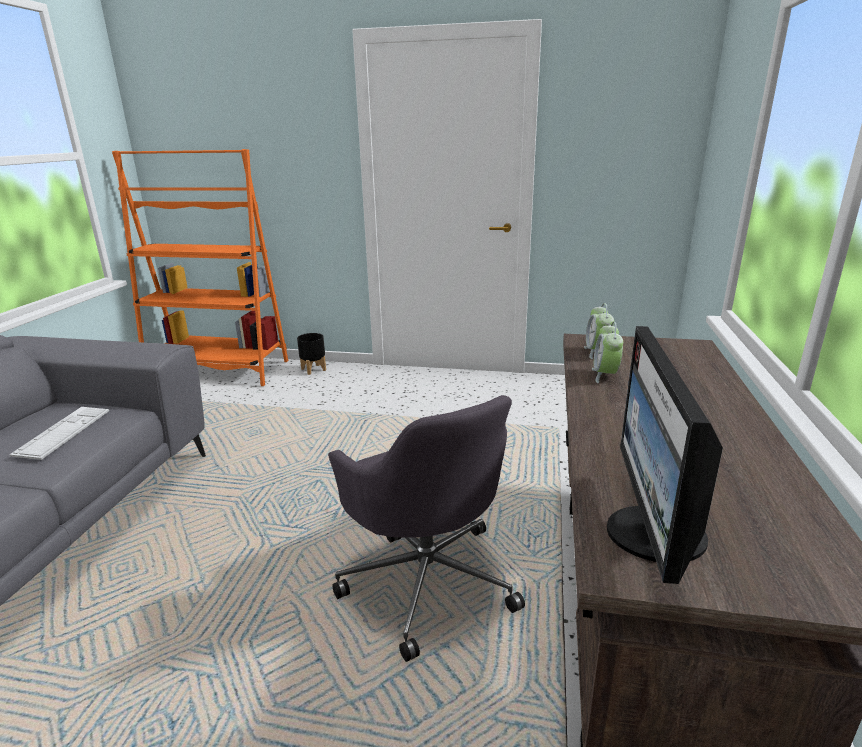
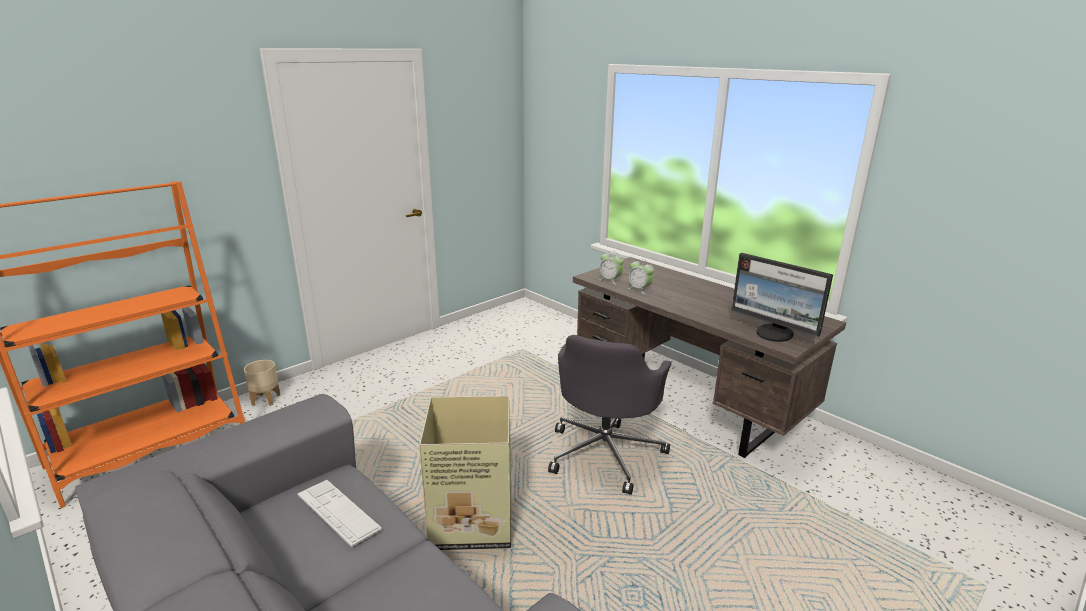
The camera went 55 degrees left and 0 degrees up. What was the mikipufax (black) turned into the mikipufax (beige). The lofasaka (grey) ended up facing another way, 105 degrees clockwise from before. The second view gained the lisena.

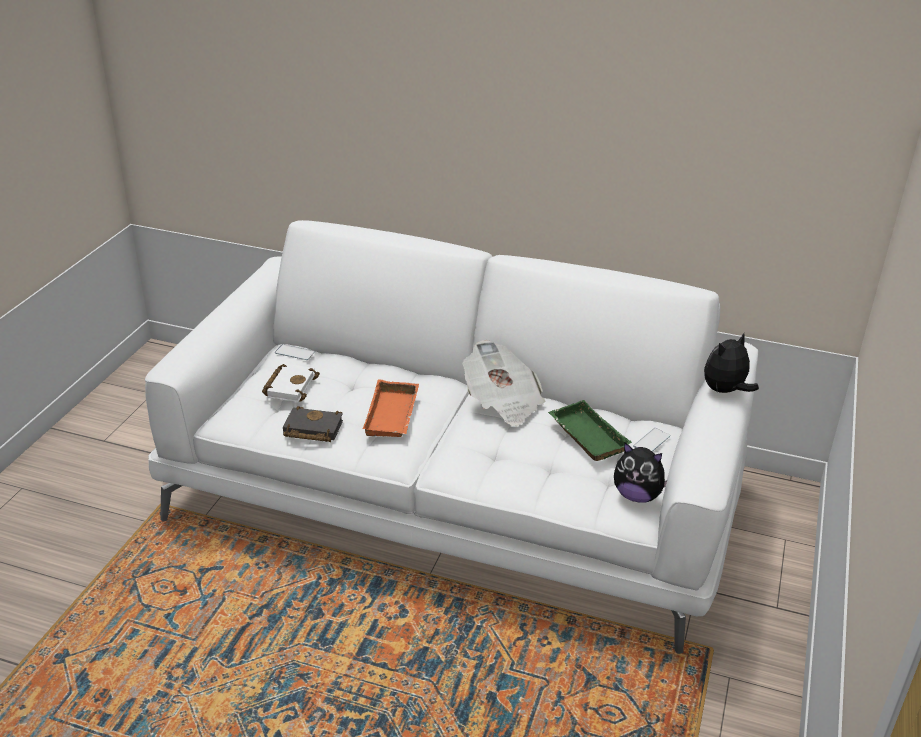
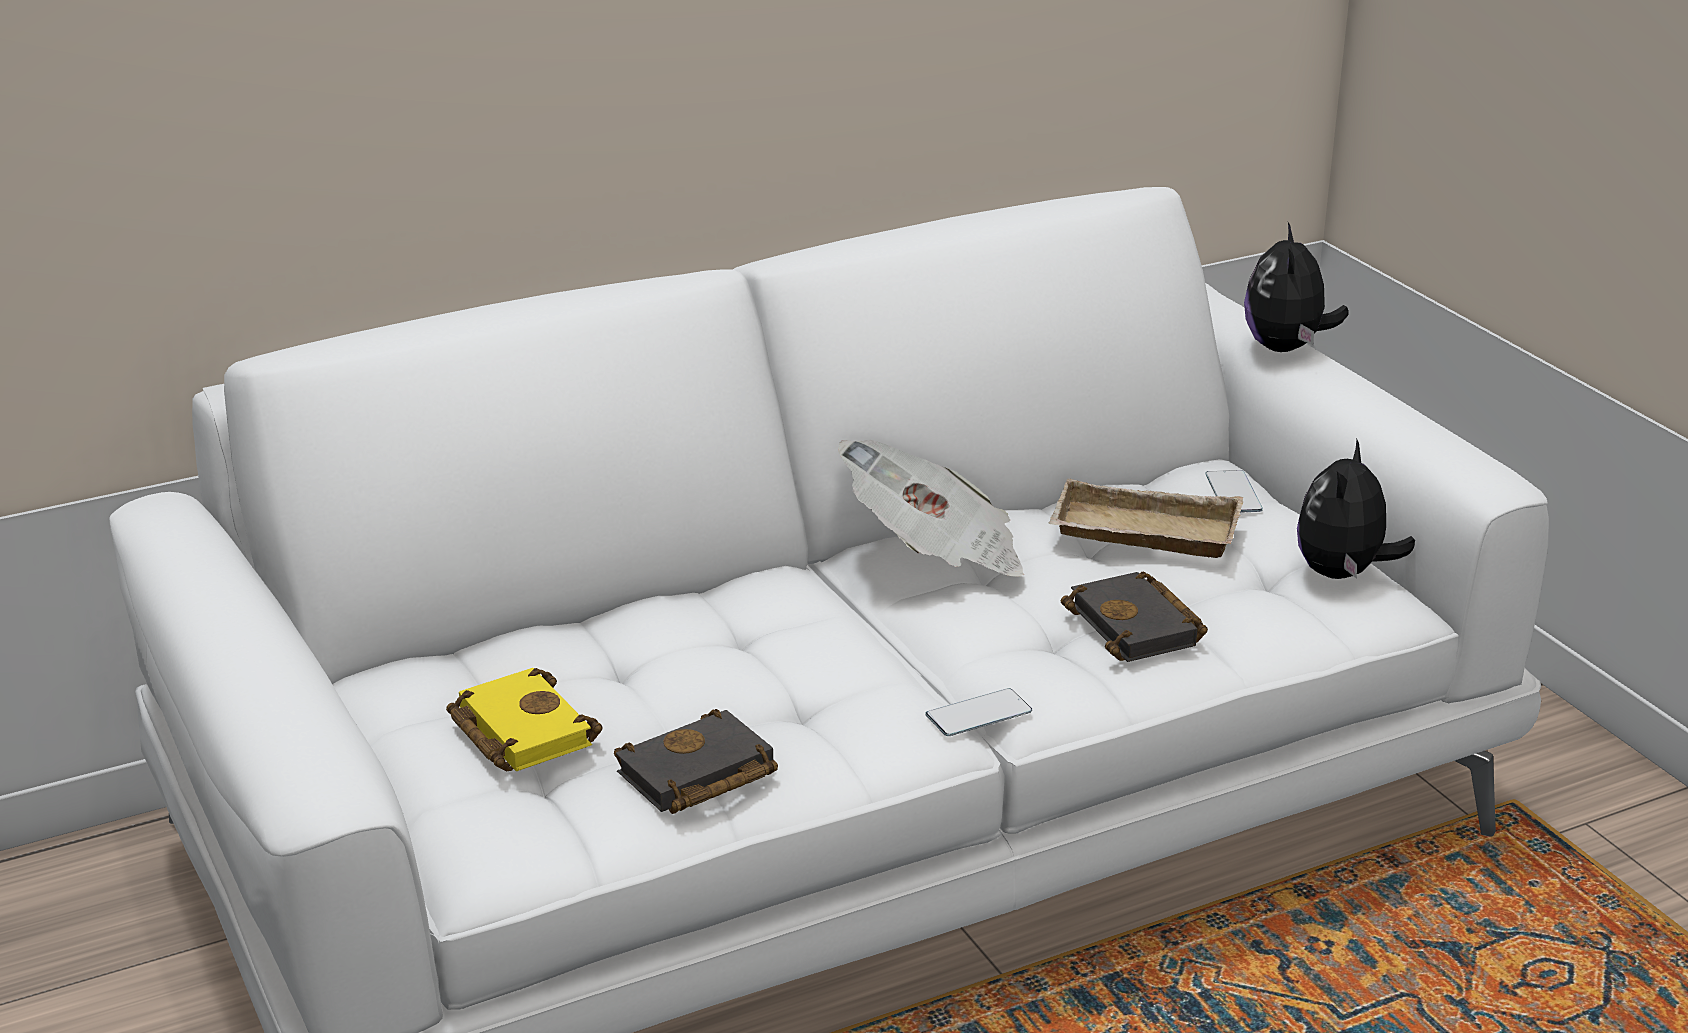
The camera went 45 degrees left and 5 degrees down. What was the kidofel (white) turned into the kidofel (yellow). The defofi (1st from left) ended up elsewhere. The second view lost the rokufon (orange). What was the rokufon (green) turned into the rokufon (beige). The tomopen (1st from left in the first image) ended up facing another way, 135 degrees clockwise from before. The second view gained the kidofel (black) (2nd from left).

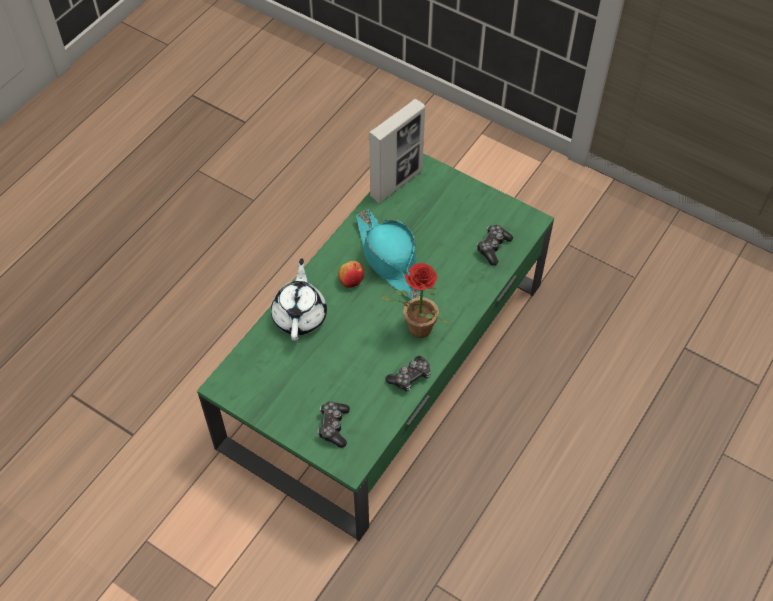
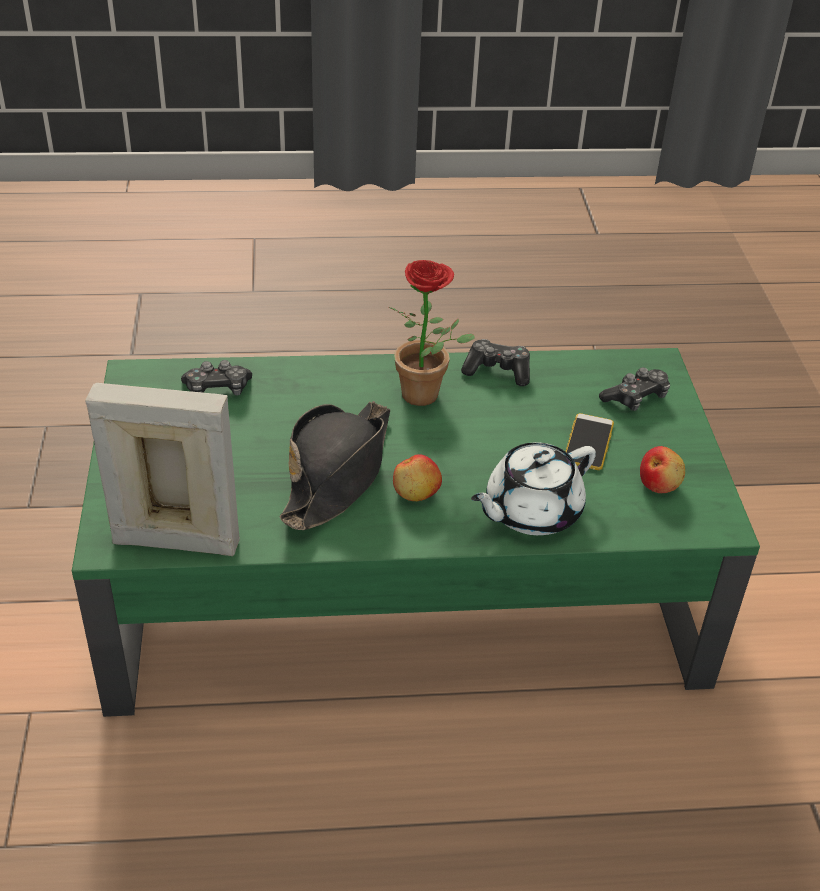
The camera went 130 degrees left and 15 degrees down. What was the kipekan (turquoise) turned into the kipekan (black). The second view gained the defofi. The second view gained the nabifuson (2nd from left).

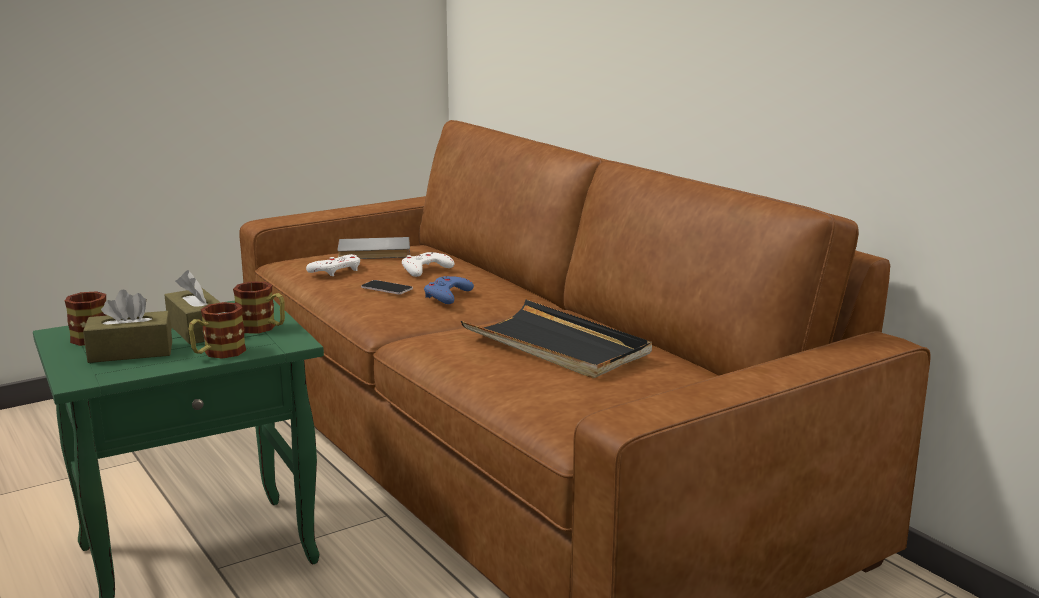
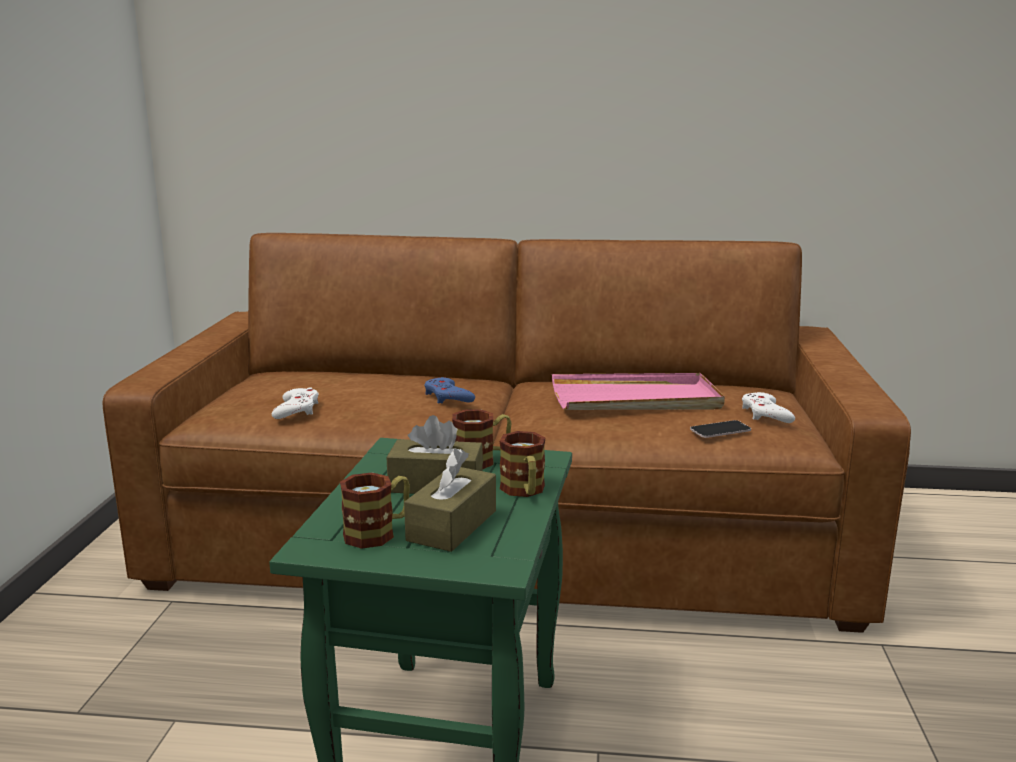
The camera went 50 degrees left and 0 degrees up. The second view lost the kidofel (grey). The defofi ended up elsewhere. The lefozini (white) (2nd from left) ended up elsewhere. What was the rokufon (black) turned into the rokufon (pink).

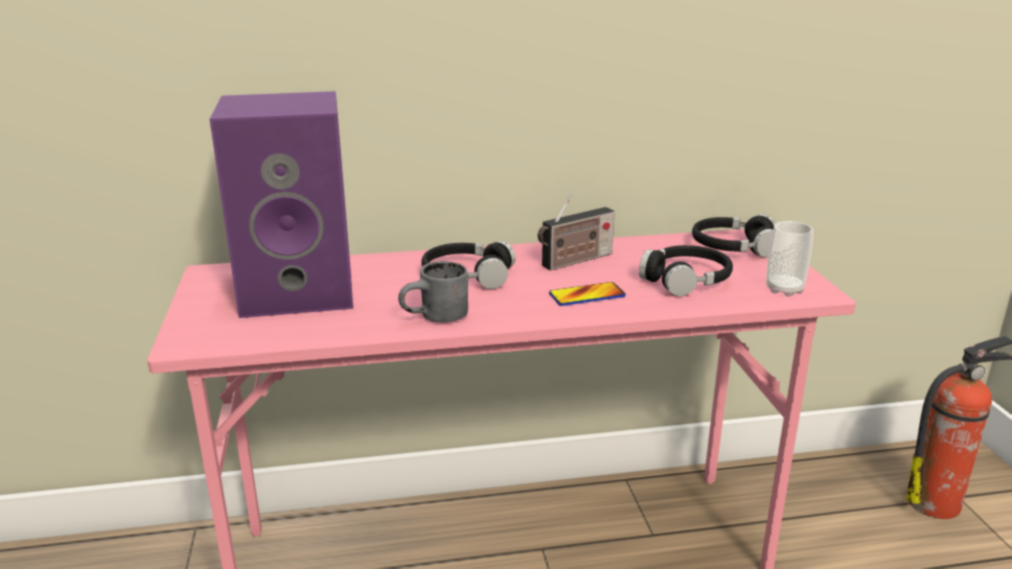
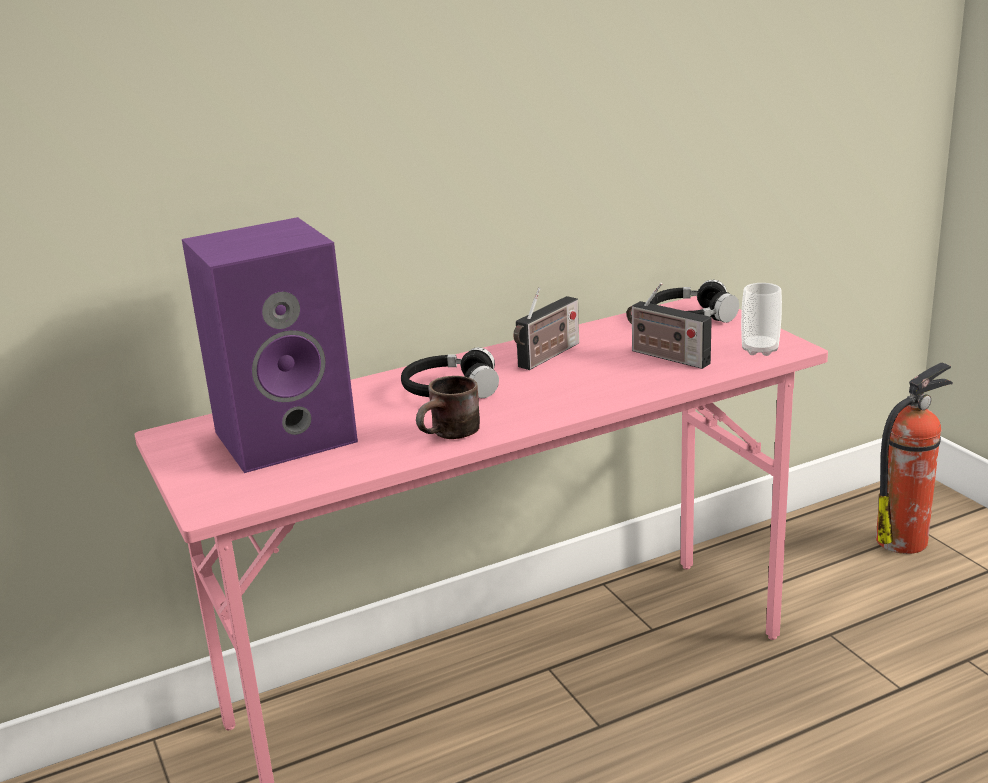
The camera went 15 degrees left and 0 degrees up. What was the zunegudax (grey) turned into the zunegudax (brown). The second view lost the defofi. Where the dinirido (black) (2nd from left) stood, the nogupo (2nd from left) came to stand.

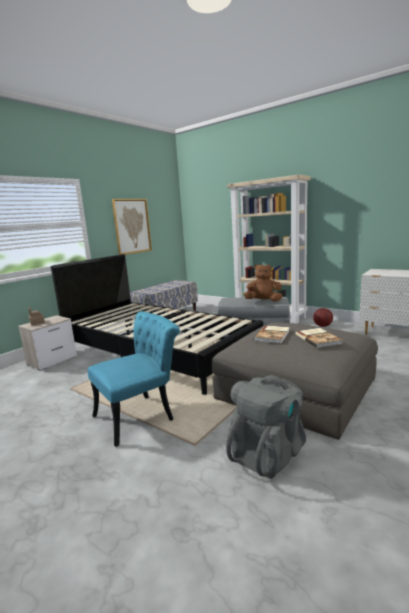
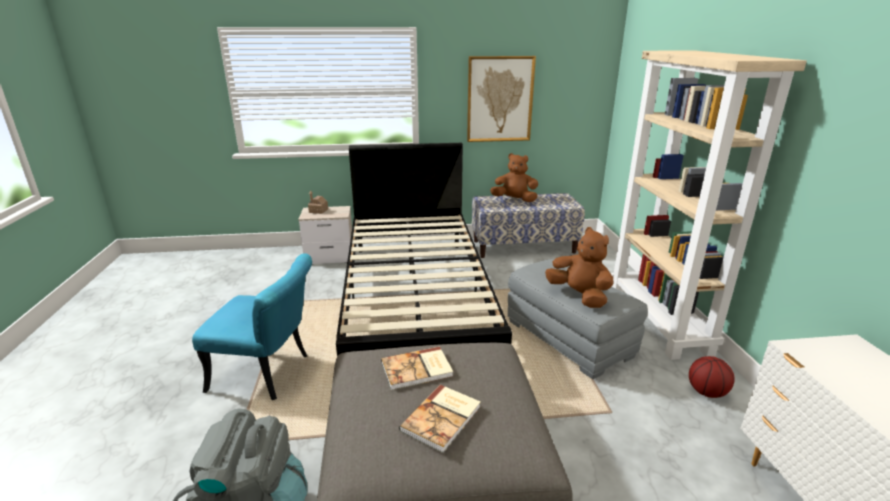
The camera went 45 degrees right and 10 degrees up. The second view gained the tomopen (brown) (1st from left).

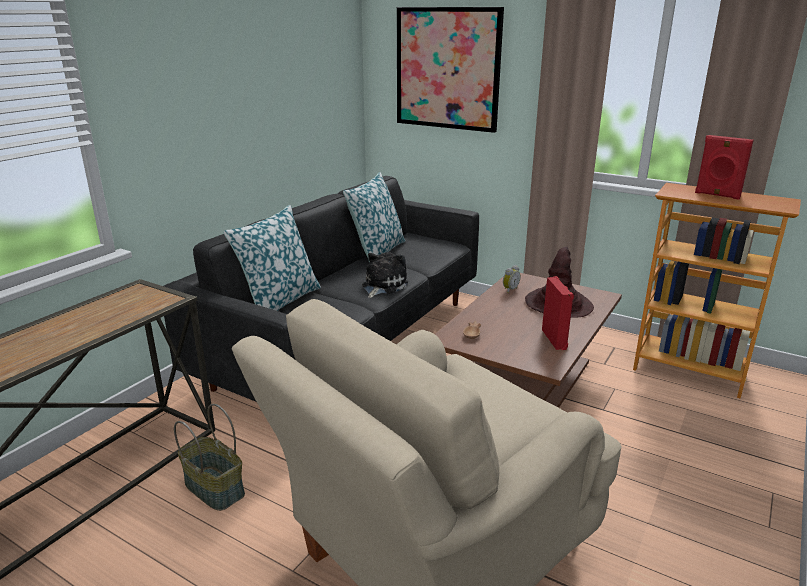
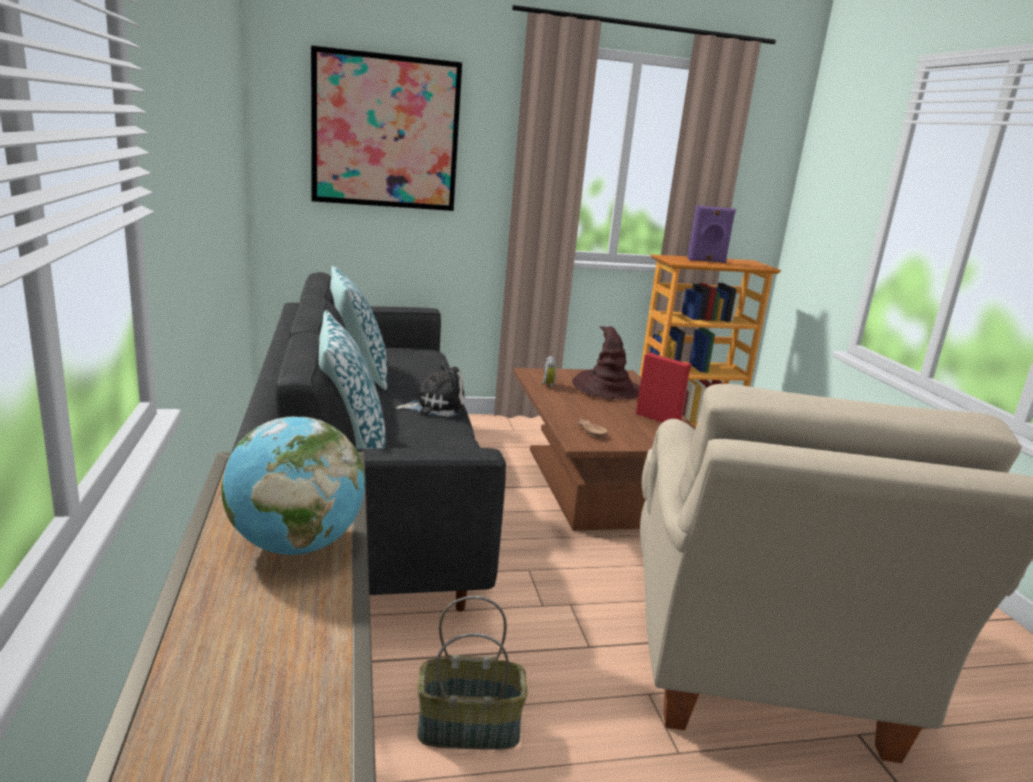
The camera went 45 degrees left and 5 degrees down. The tomopen ended up facing another way, 90 degrees clockwise from before. What was the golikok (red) (2nd from left) turned into the golikok (purple). The second view gained the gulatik.

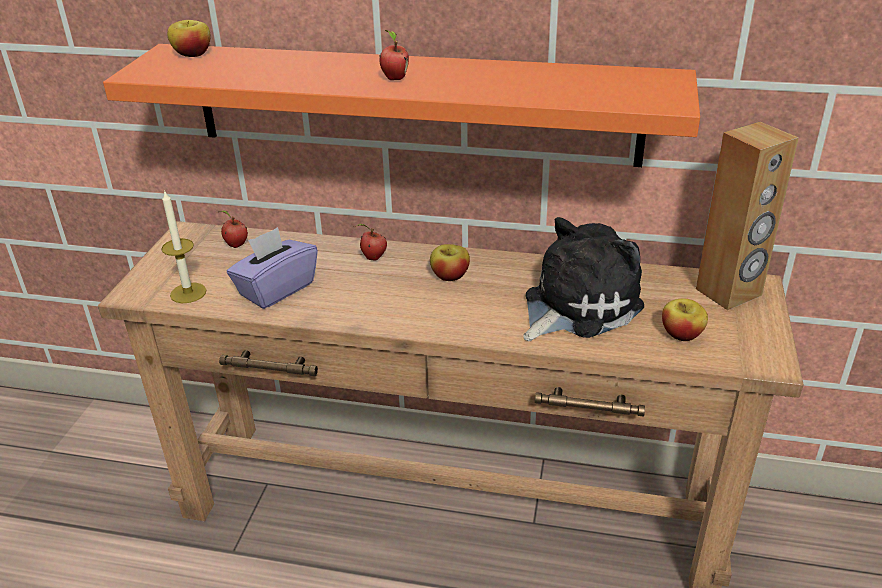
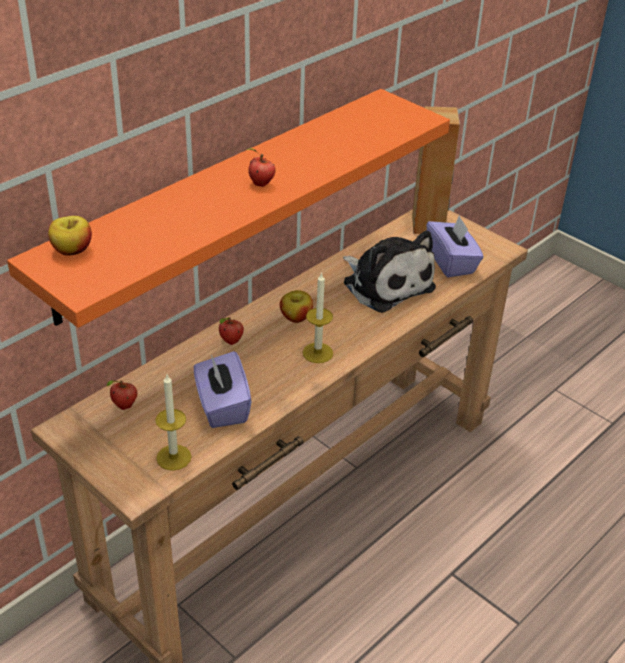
The camera went 60 degrees left and 5 degrees up. The tomopen ended up facing another way, 150 degrees clockwise from before. Where the nabifuson (6th from left) stood, the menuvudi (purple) (2nd from left) came to stand. The second view gained the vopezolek (2nd from left).

